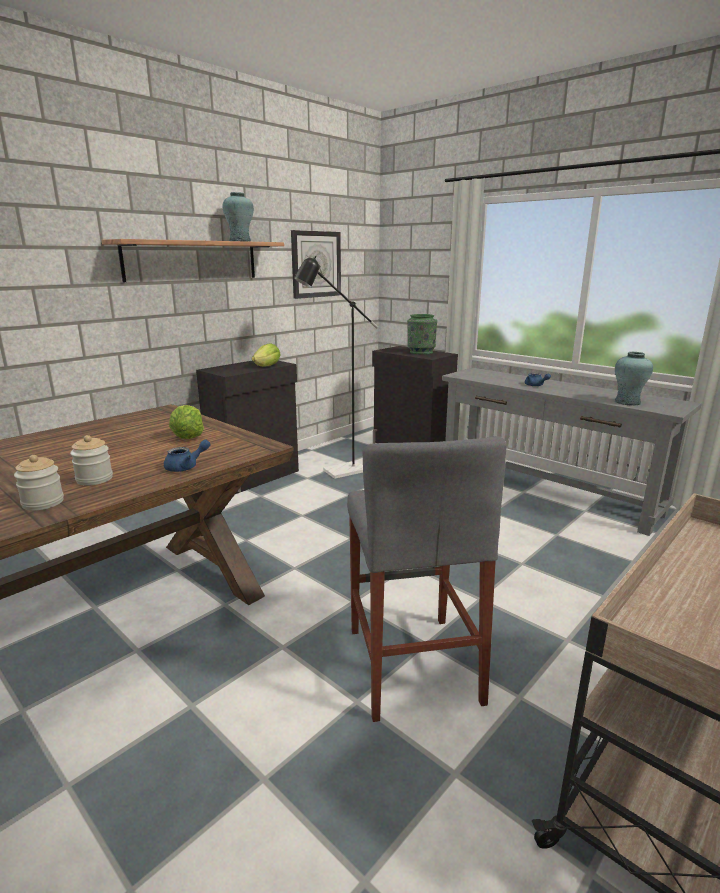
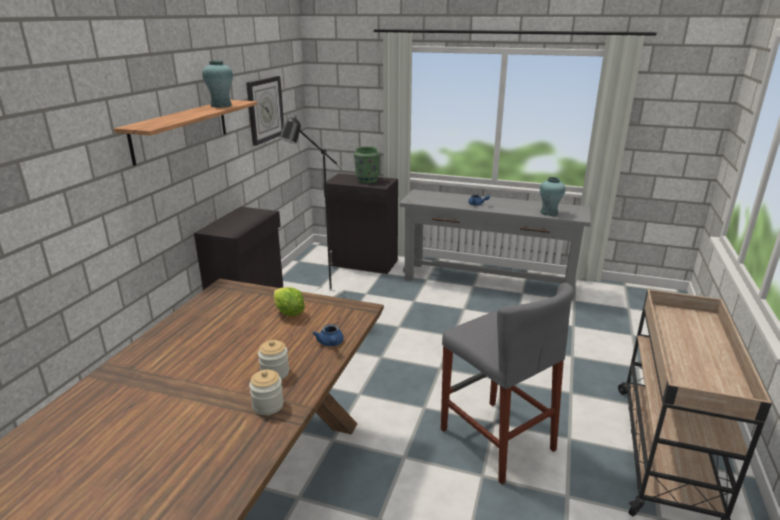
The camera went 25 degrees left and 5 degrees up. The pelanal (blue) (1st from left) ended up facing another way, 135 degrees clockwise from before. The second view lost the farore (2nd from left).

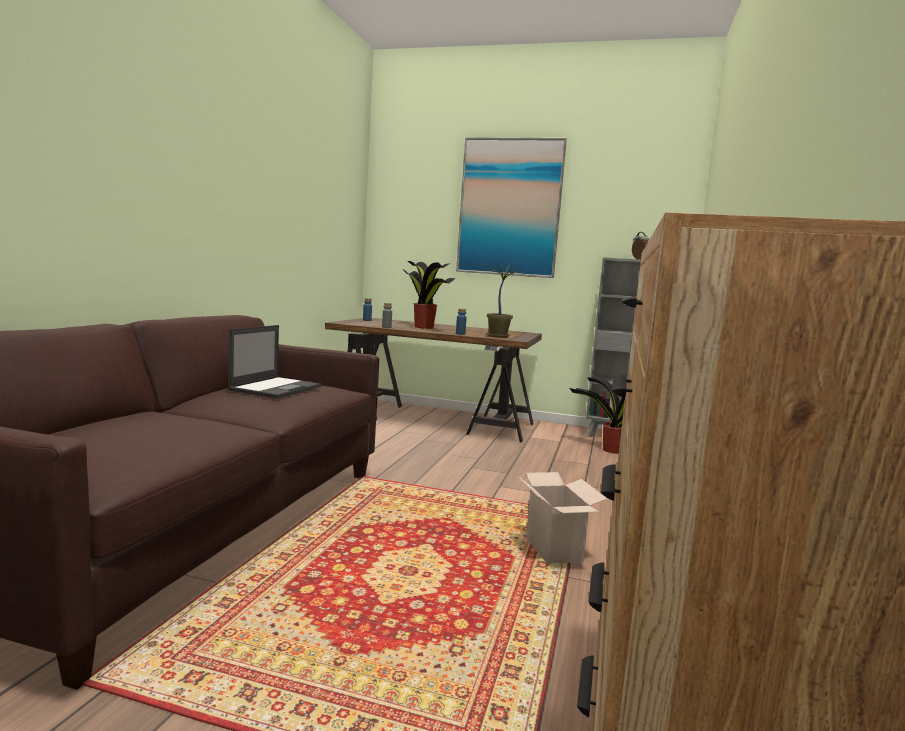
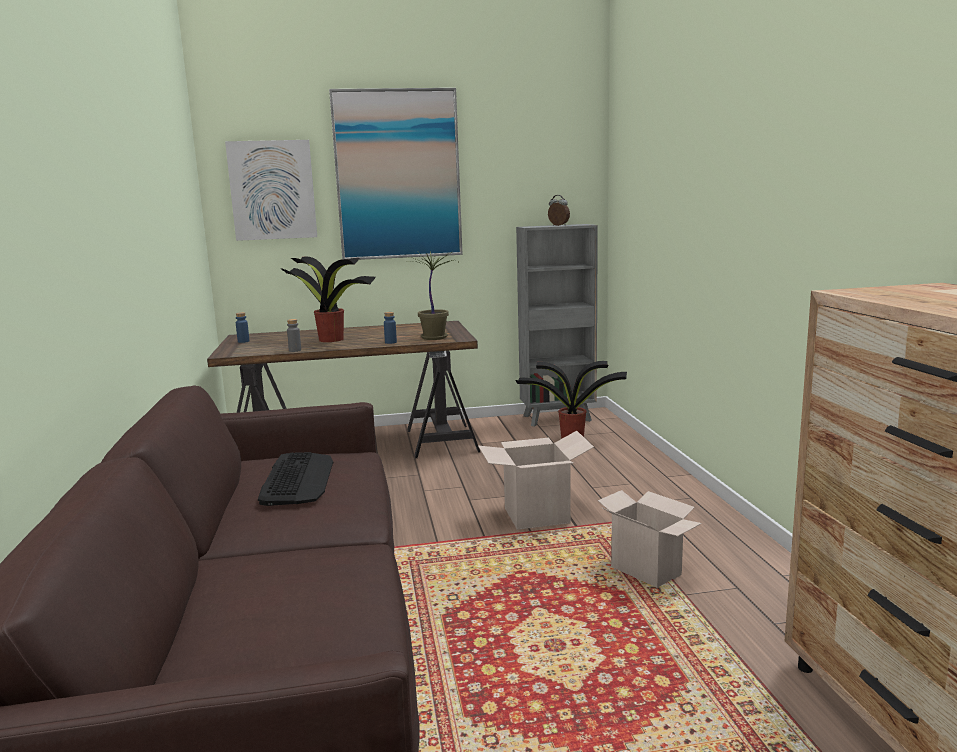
The camera went 25 degrees left and 5 degrees up. Where the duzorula stood, the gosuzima came to stand. The second view gained the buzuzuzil (1st from left). The second view gained the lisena (1st from left).

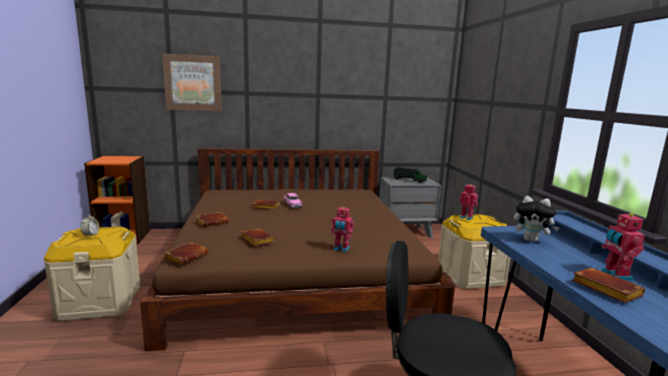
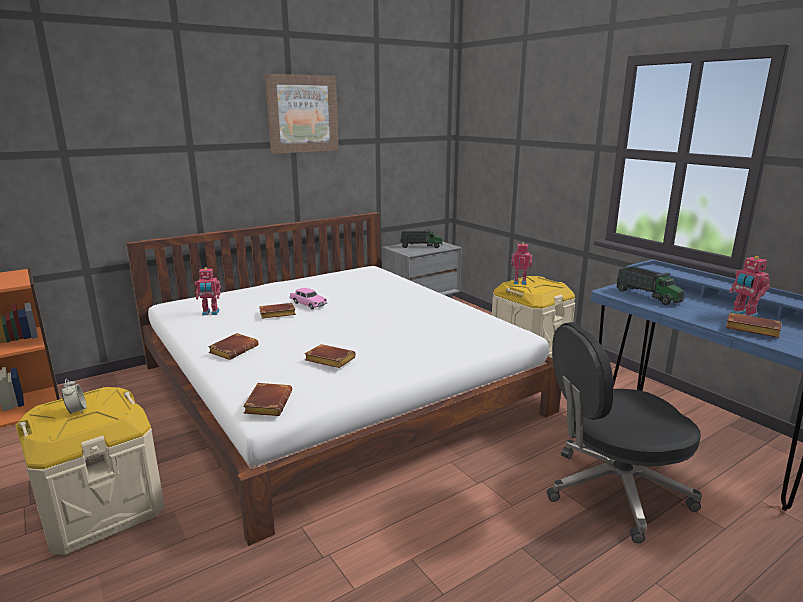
The camera went 25 degrees left and 5 degrees up. What was the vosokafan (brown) turned into the vosokafan (white). The buzuzuzil ended up elsewhere. The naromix (1st from left) ended up elsewhere. Where the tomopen stood, the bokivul (2nd from left) came to stand.

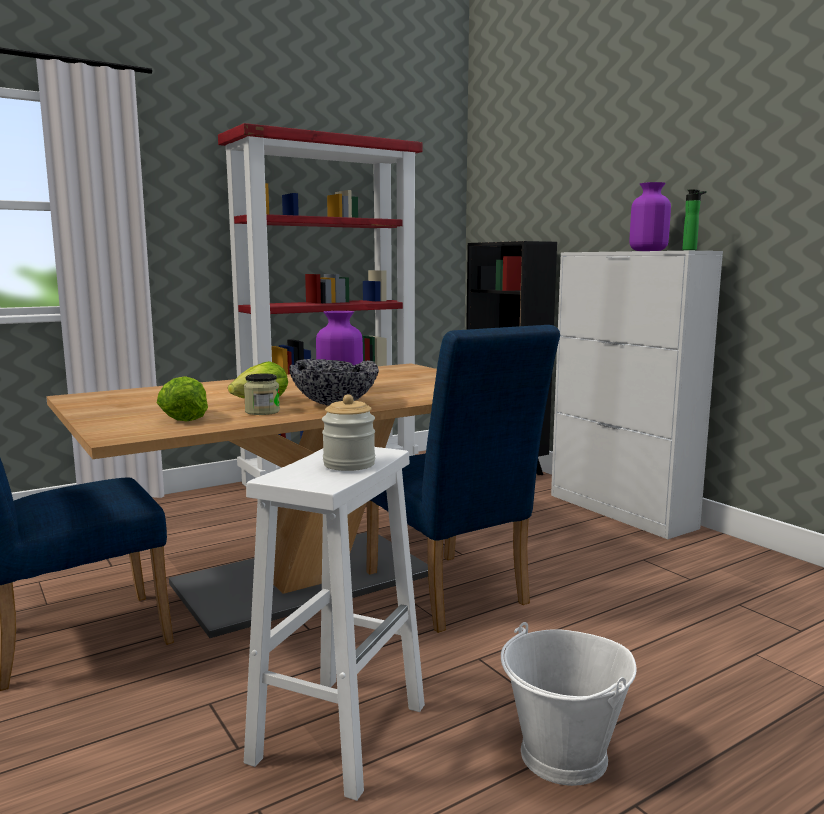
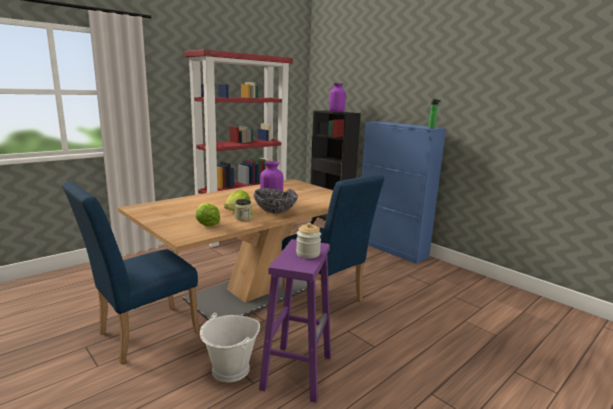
The camera went 10 degrees left and 5 degrees up. What was the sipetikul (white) turned into the sipetikul (purple). The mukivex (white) ended up elsewhere. What was the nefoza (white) turned into the nefoza (blue). The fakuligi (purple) (2nd from left) ended up elsewhere.

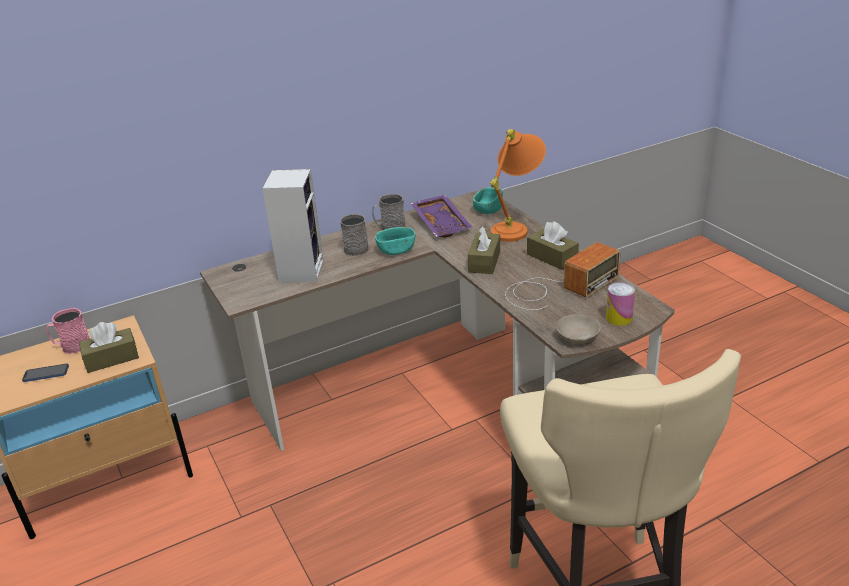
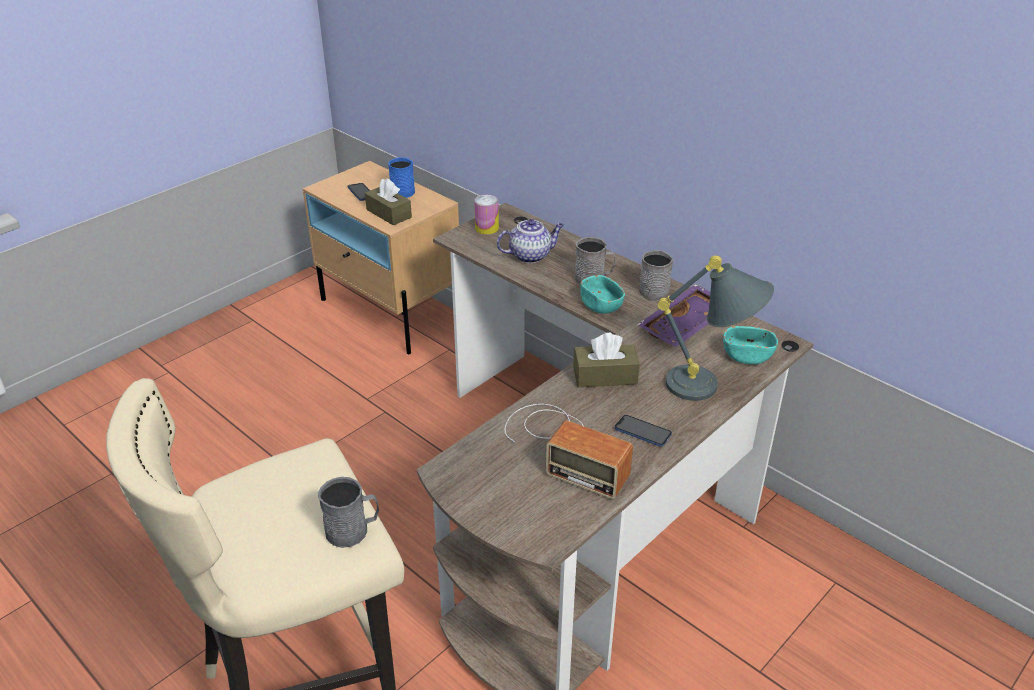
The camera went 70 degrees right and 5 degrees up. What was the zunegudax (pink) turned into the zunegudax (blue). Where the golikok stood, the pelanal came to stand. What was the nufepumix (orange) turned into the nufepumix (grey). Where the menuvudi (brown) (3rd from left) stood, the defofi (2nd from left) came to stand. The second view lost the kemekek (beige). The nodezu ended up elsewhere. The second view gained the zunegudax (grey) (1st from left).

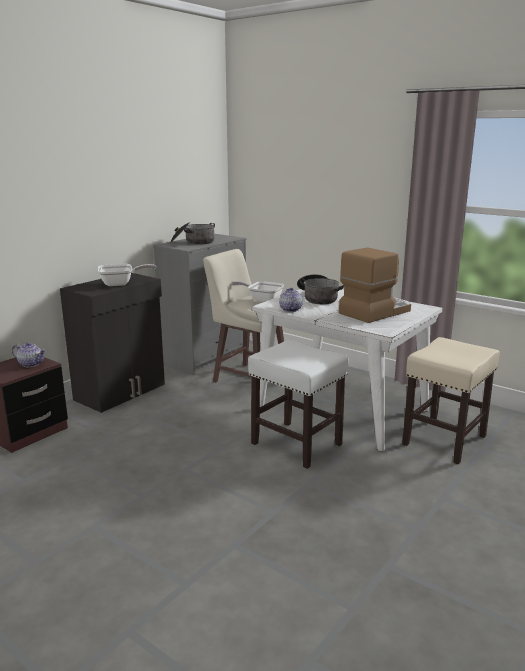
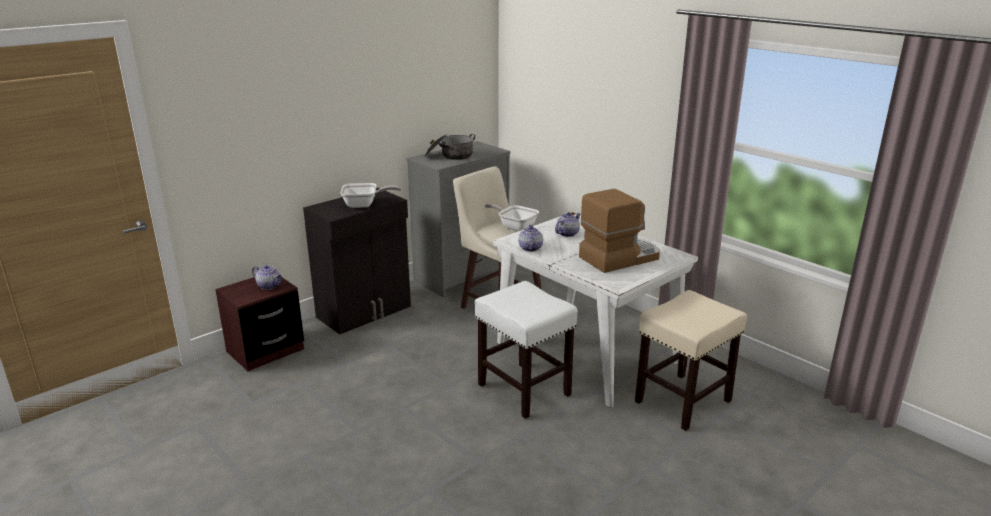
The camera went 10 degrees right and 5 degrees up. Where the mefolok (2nd from left) stood, the pelanal (3rd from left) came to stand.

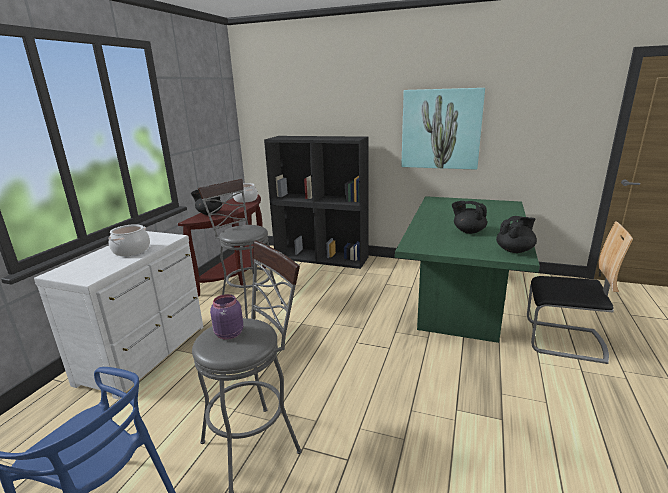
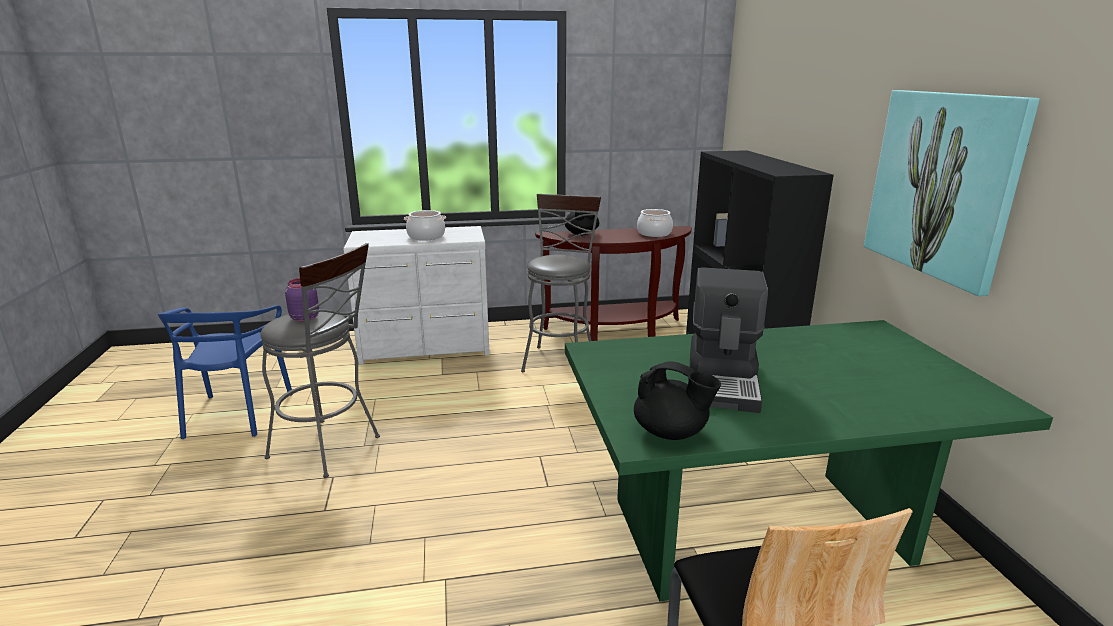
The camera went 60 degrees right and 0 degrees up. Where the pelanal (black) (2nd from left) stood, the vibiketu came to stand.

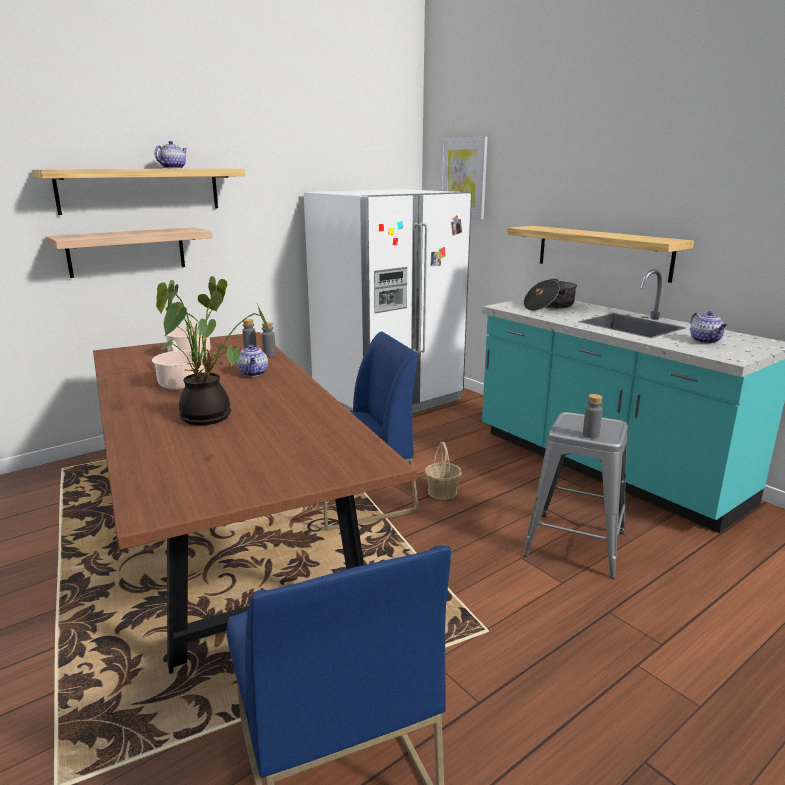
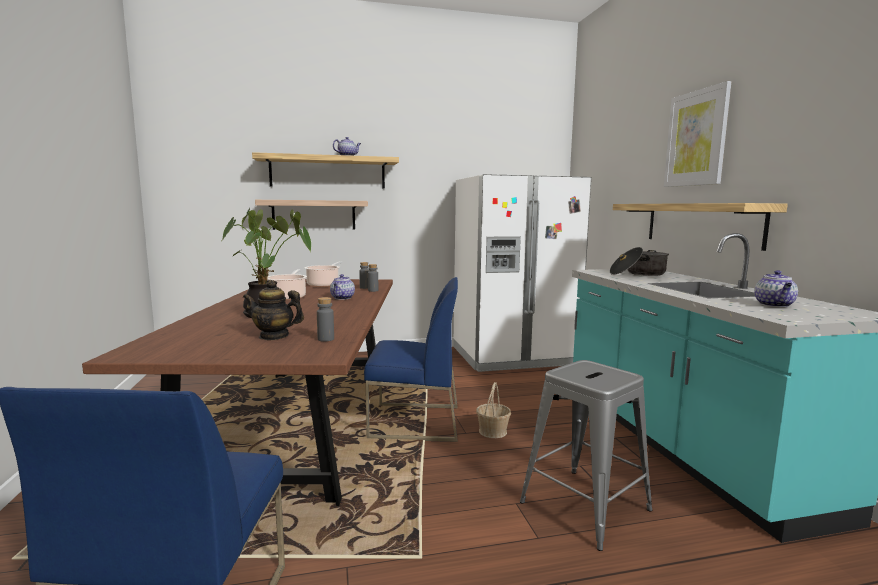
The camera went 25 degrees right and 10 degrees down. The buzuzuzil ended up elsewhere. The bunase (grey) (3rd from left in the first image) ended up elsewhere. The second view gained the pelanal (1st from left).

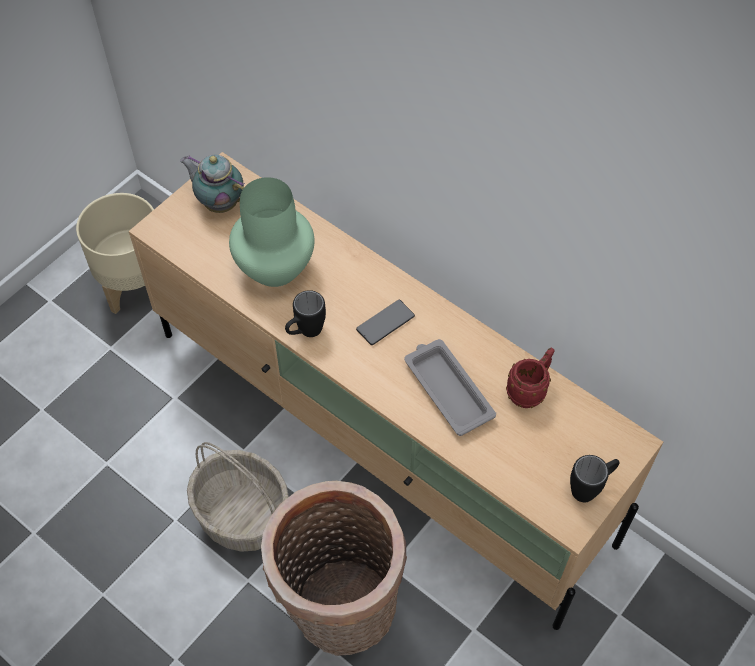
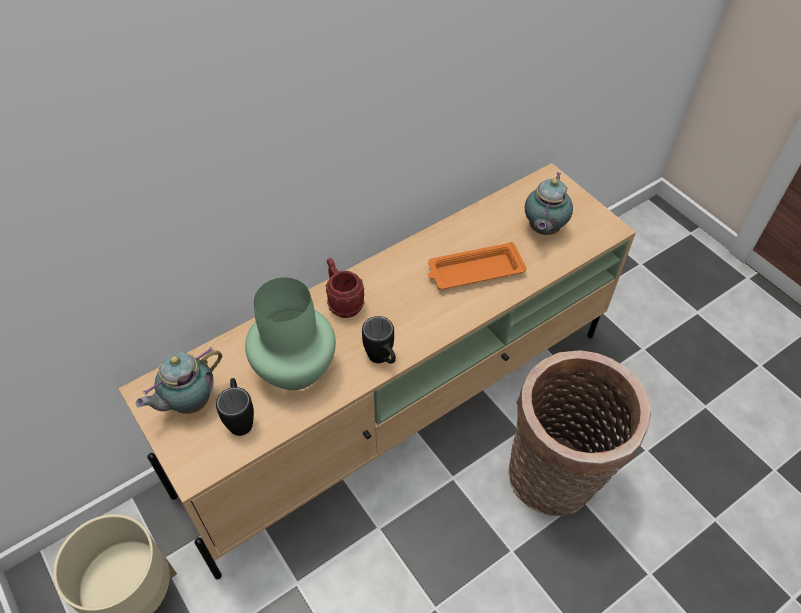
The camera went 75 degrees left and 5 degrees down. The second view lost the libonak (1st from left). The second view lost the defofi. What was the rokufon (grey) turned into the rokufon (orange). The zunegudax (red) ended up elsewhere. The zunegudax (black) (2nd from left in the first image) ended up elsewhere. The second view gained the pelanal (2nd from left).

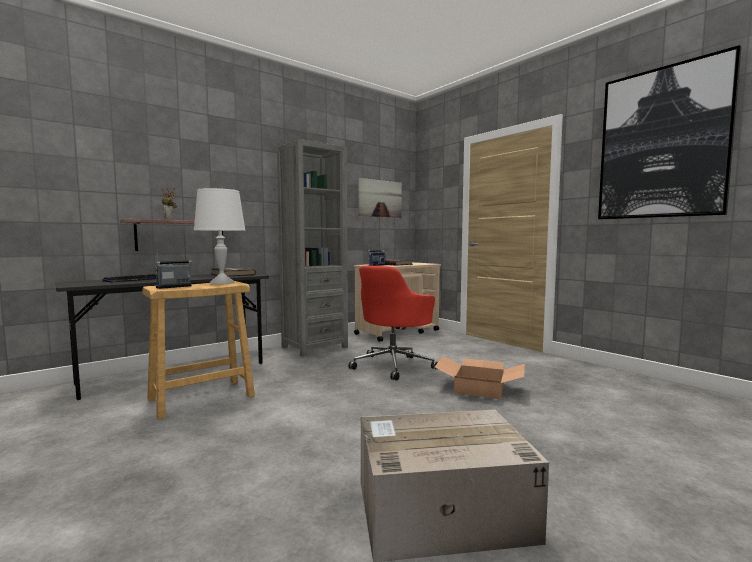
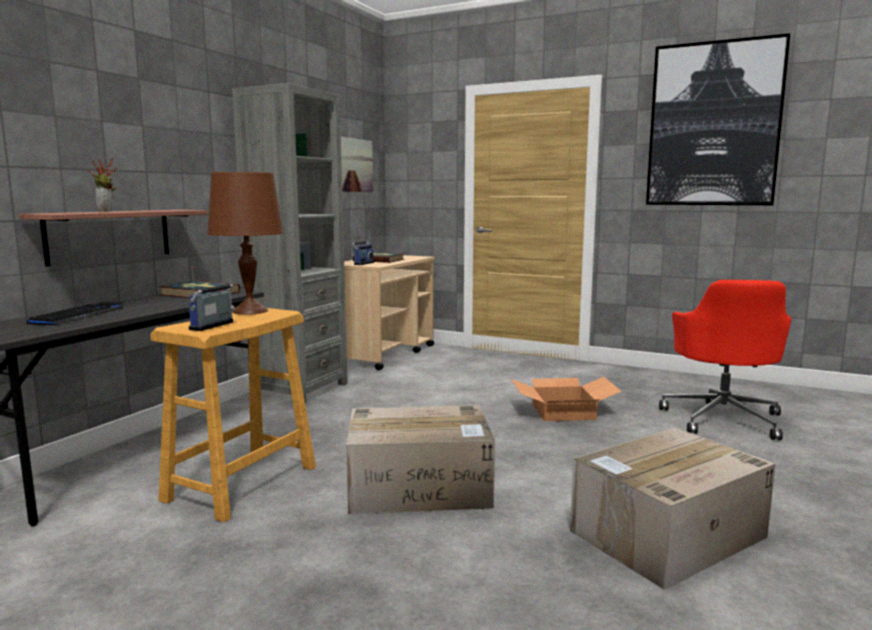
The camera went 25 degrees left and 5 degrees up. What was the nufepumix (white) turned into the nufepumix (brown). The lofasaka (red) ended up elsewhere. The second view gained the lisena (1st from left).

